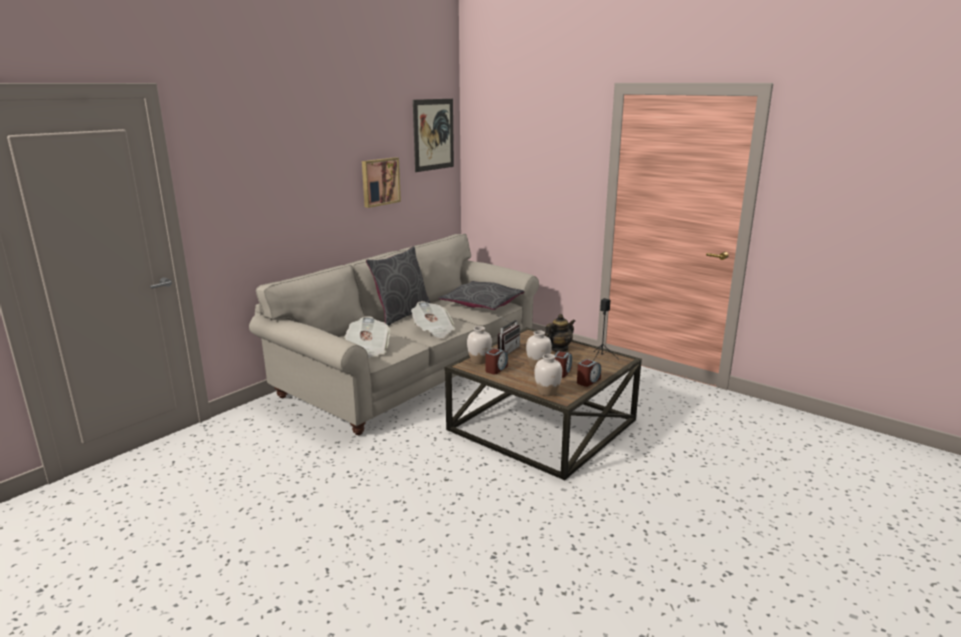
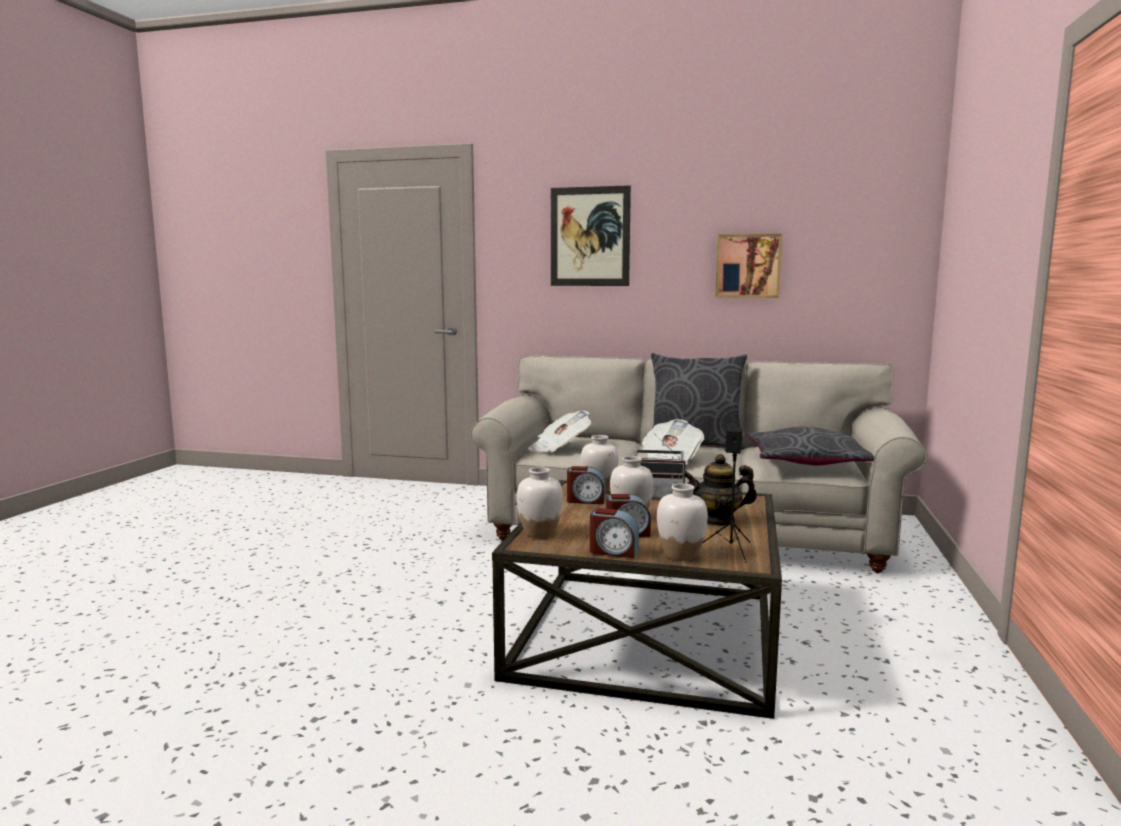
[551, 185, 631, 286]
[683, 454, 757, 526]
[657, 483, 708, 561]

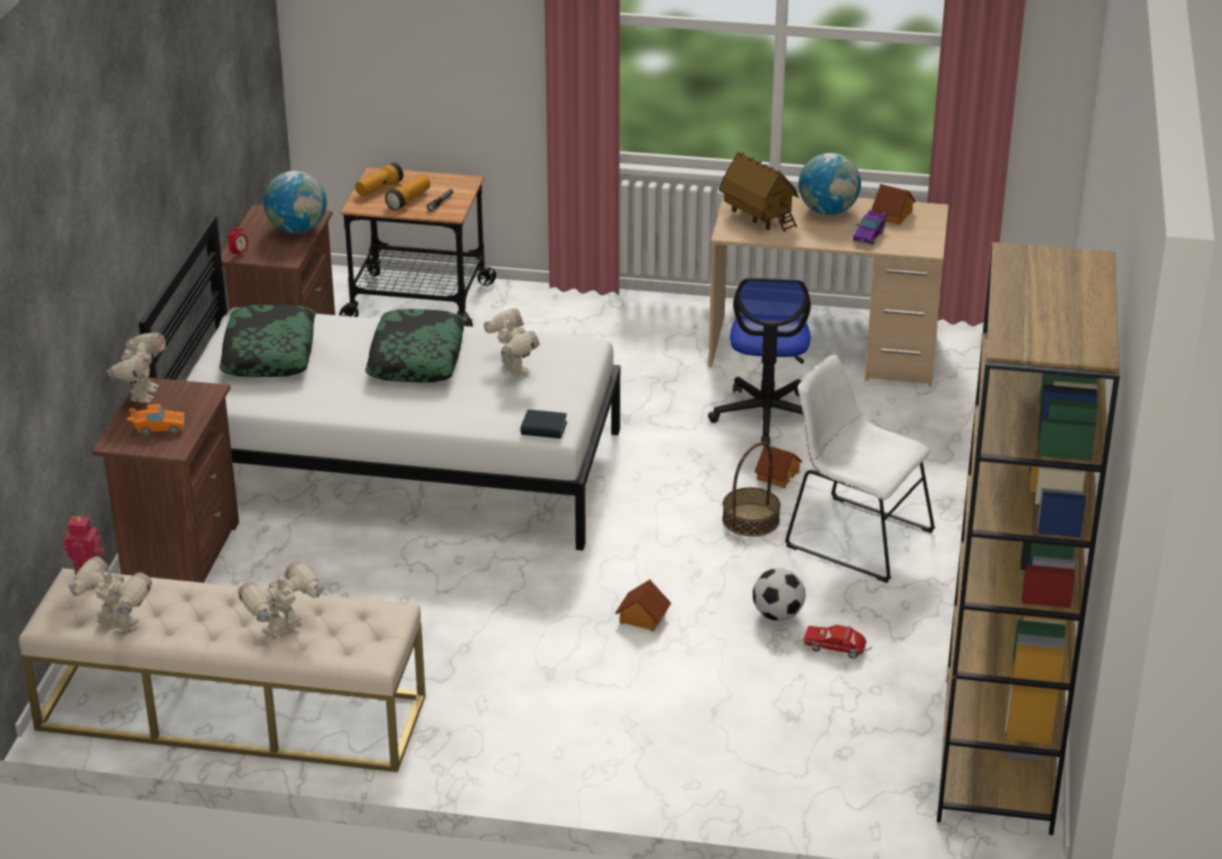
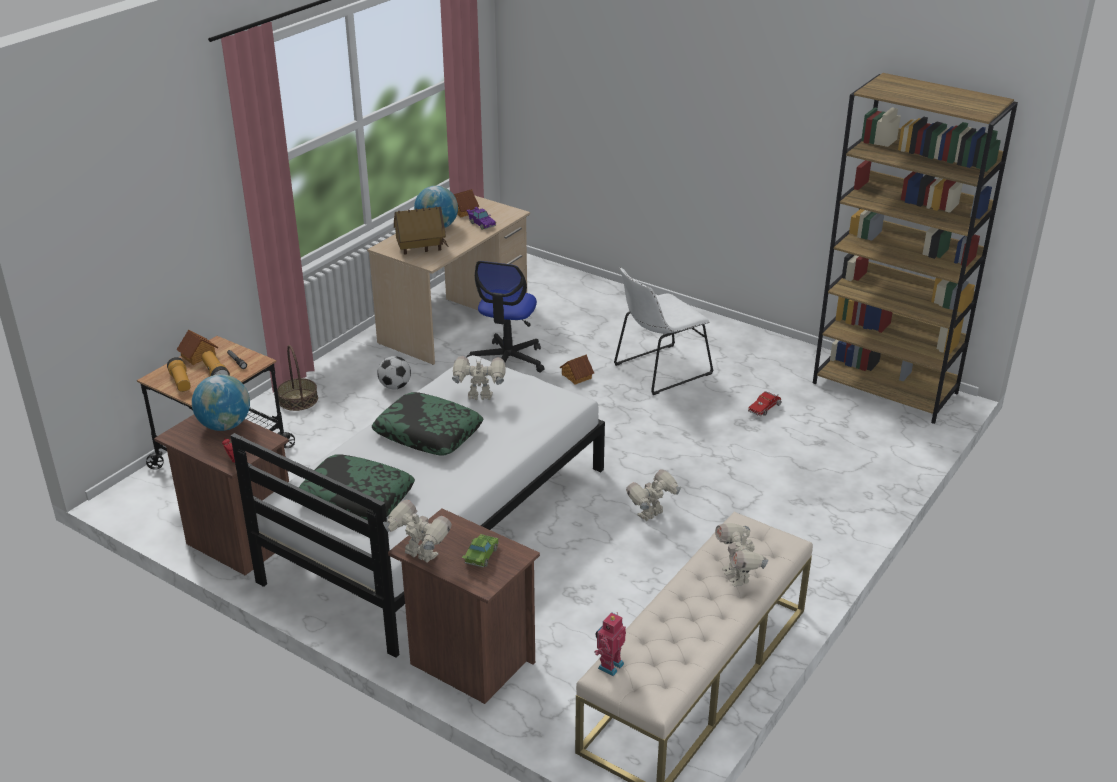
[466, 261, 545, 373]
[462, 534, 499, 568]
[521, 410, 567, 439] (first image)
[277, 345, 318, 411]
[626, 469, 681, 521]
[377, 356, 411, 389]
[176, 330, 218, 365]

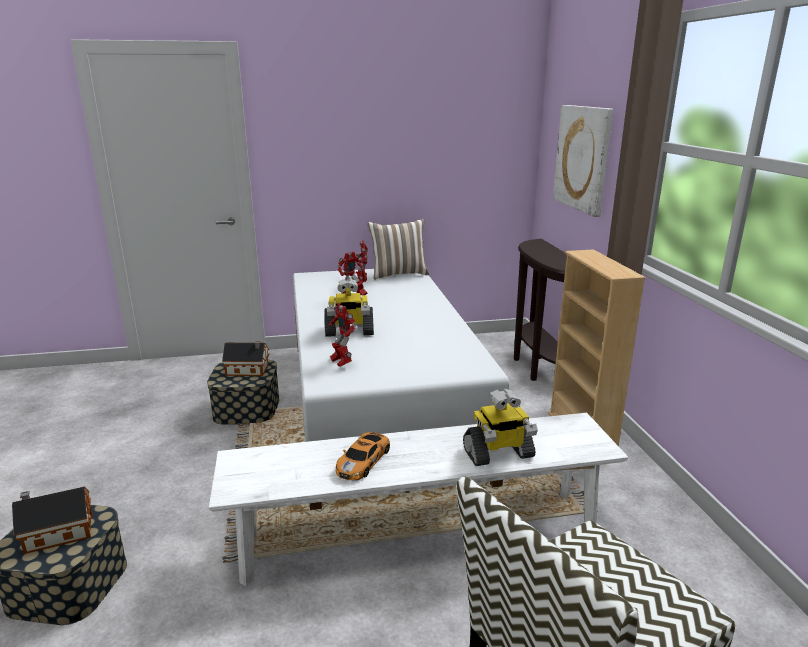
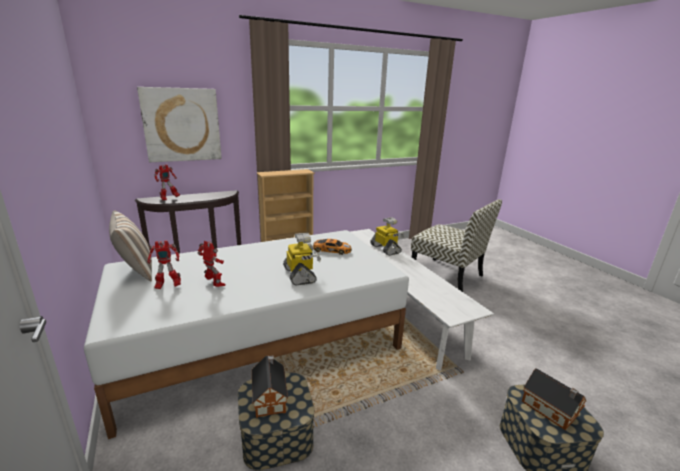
[154, 165, 180, 200]
[313, 239, 352, 255]

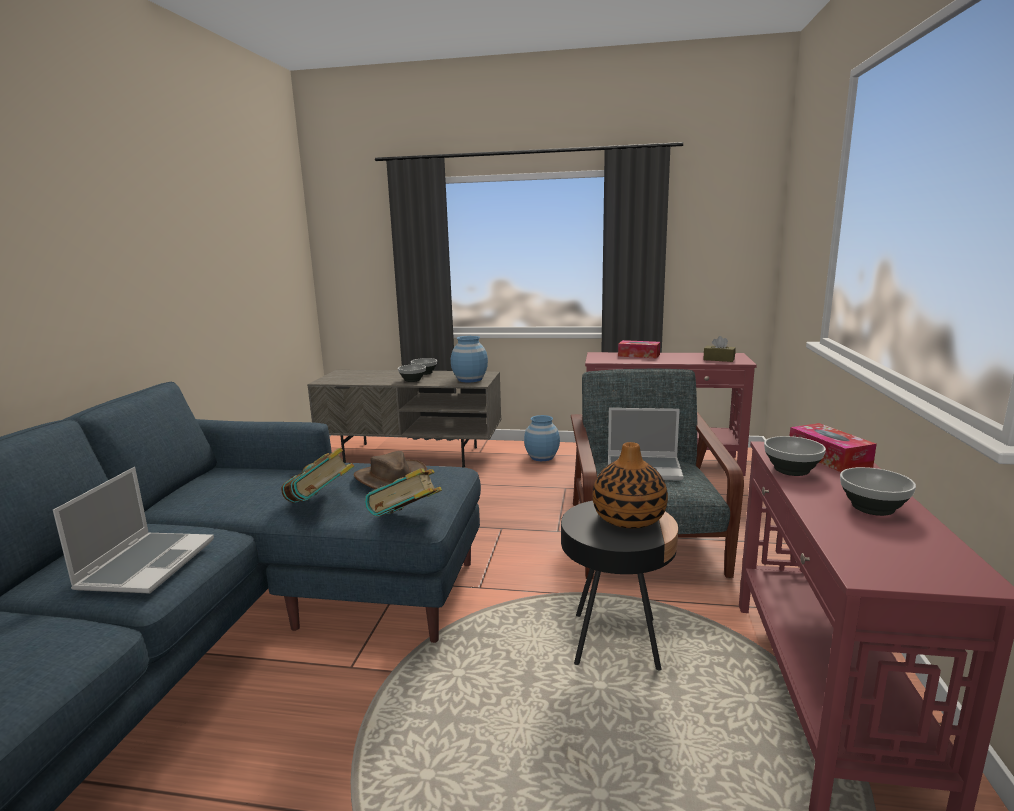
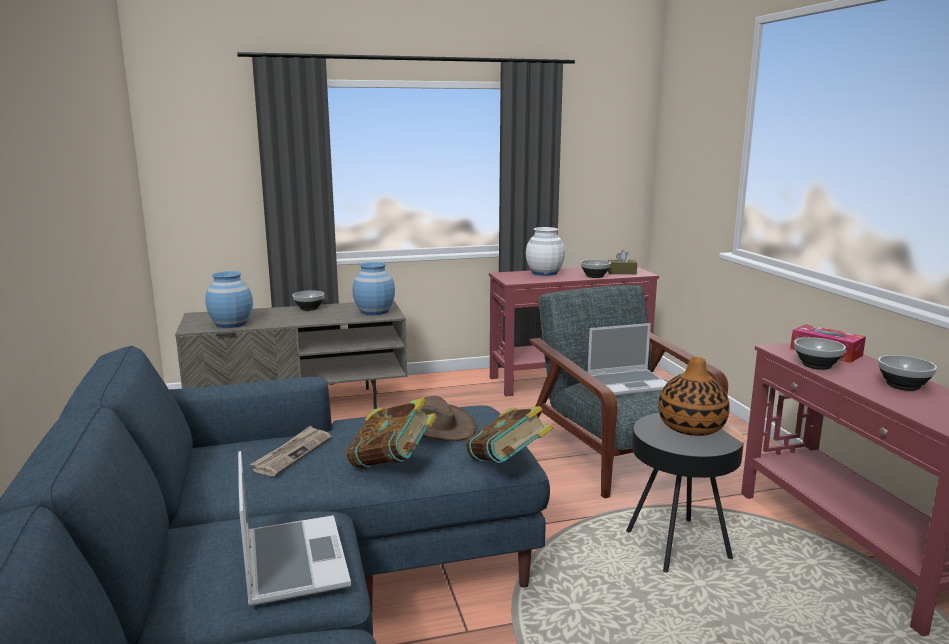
[526, 227, 565, 276]
[581, 260, 611, 278]
[205, 271, 253, 328]
[250, 426, 331, 477]

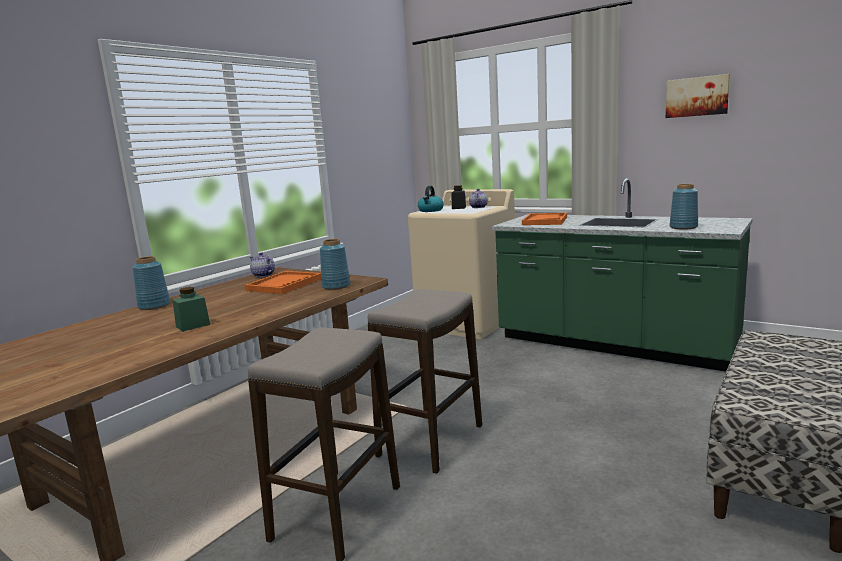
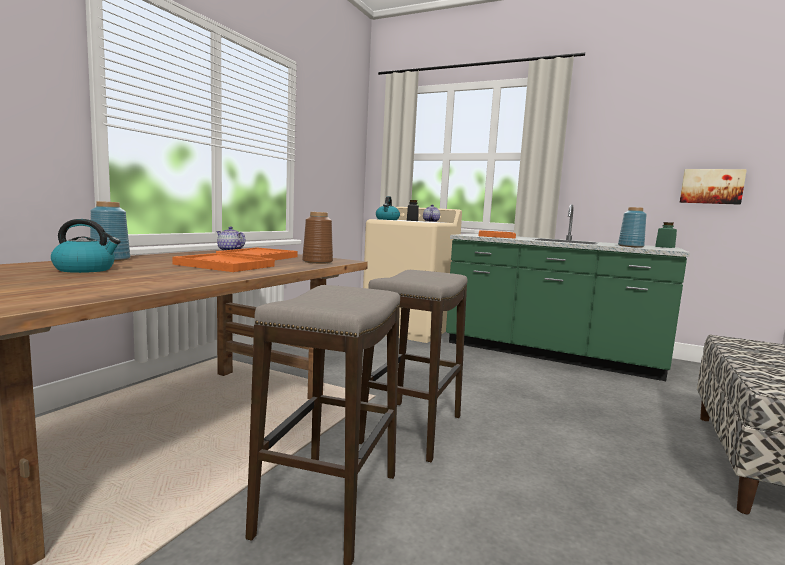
[680, 169, 747, 205]
[302, 212, 333, 264]
[655, 222, 677, 248]
[51, 219, 121, 273]
[172, 253, 275, 272]

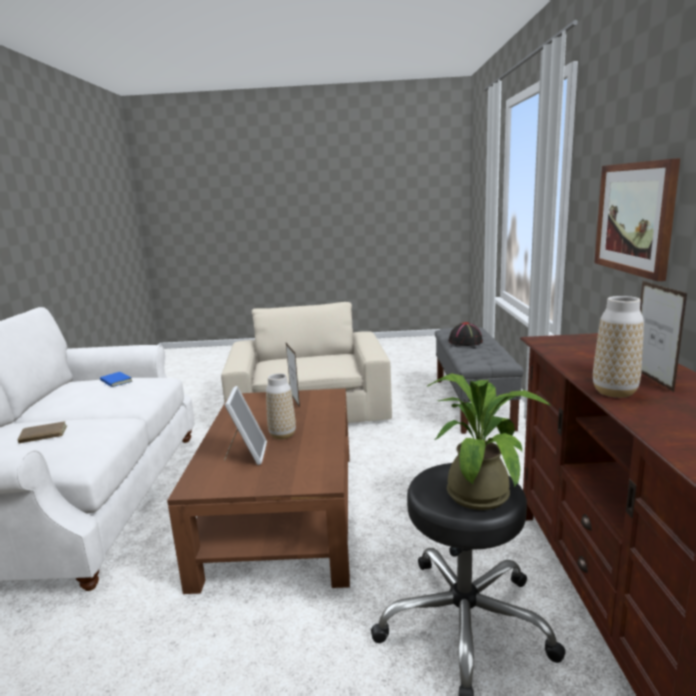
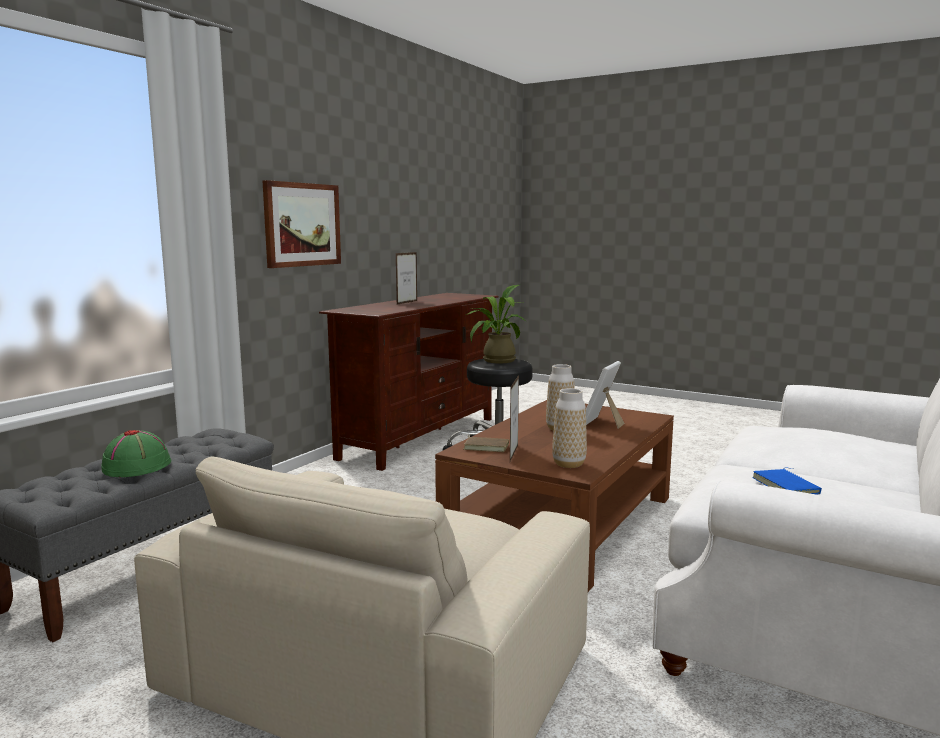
[552, 388, 587, 468]
[101, 430, 171, 477]
[464, 435, 509, 452]

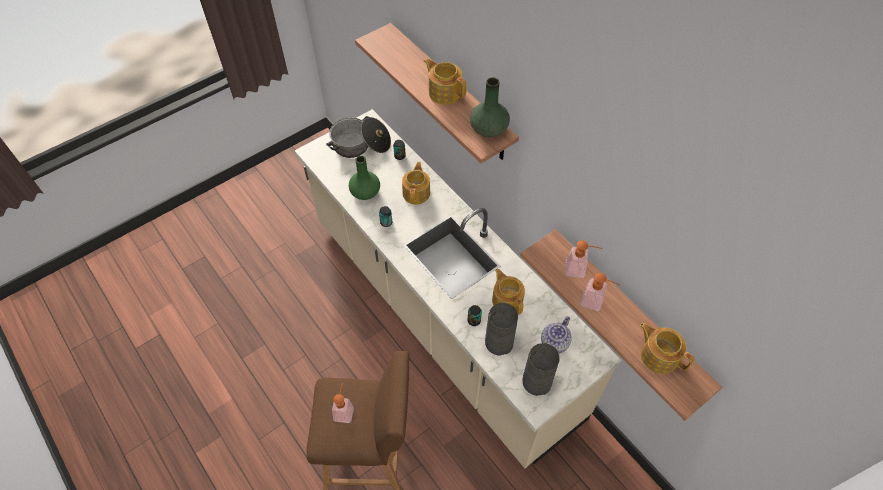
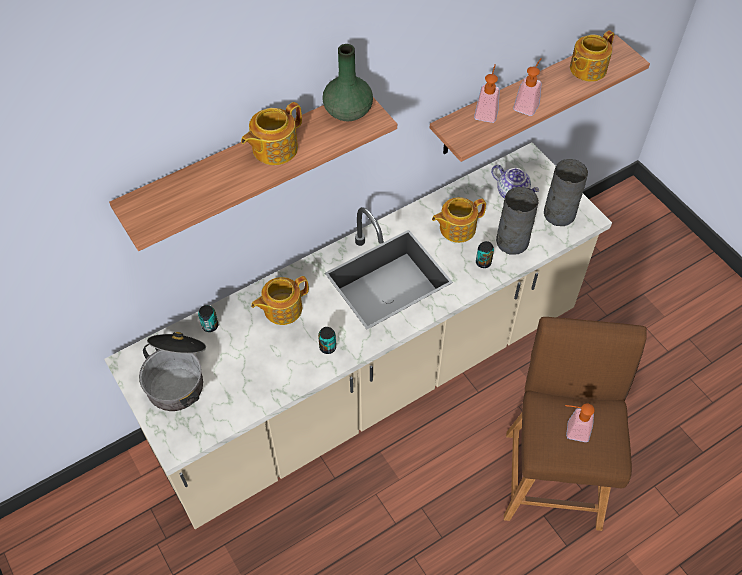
[349, 156, 380, 200] (first image)
[251, 276, 309, 325]

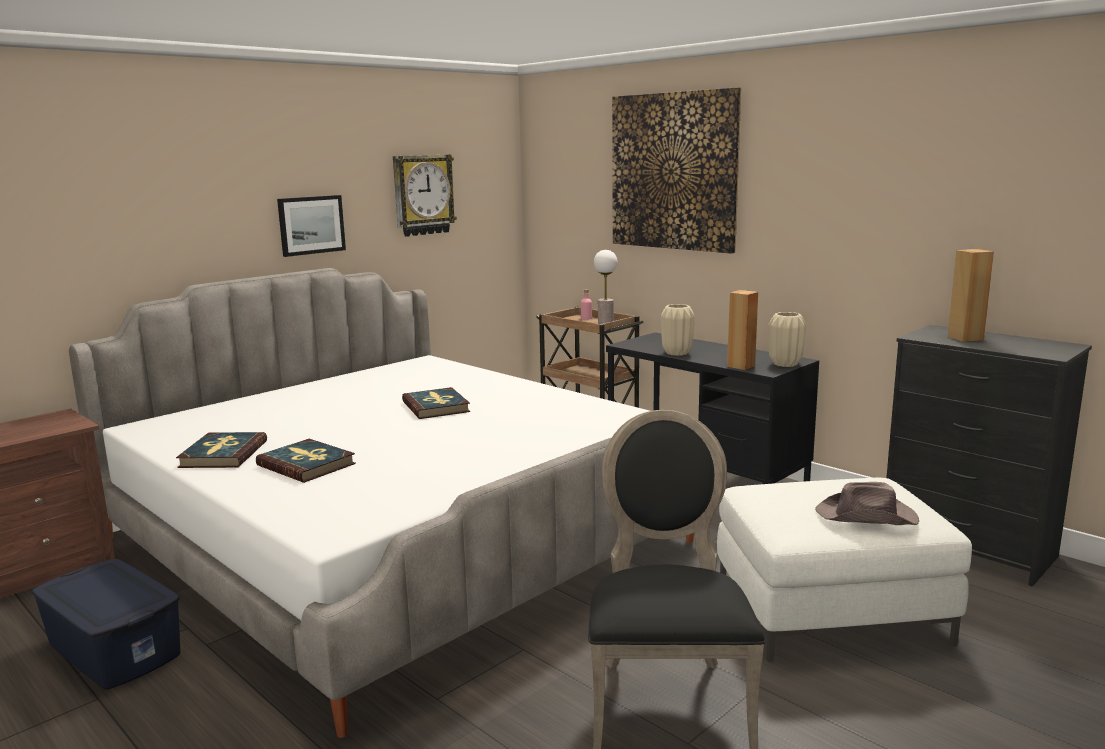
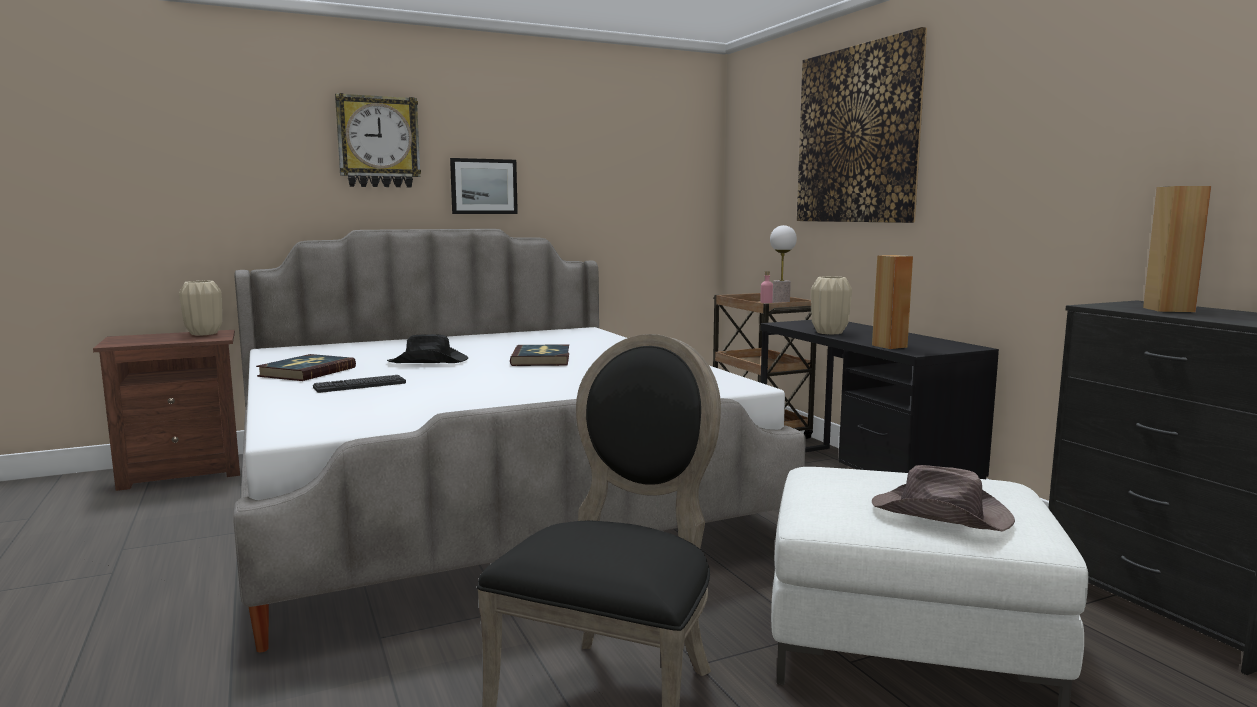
[335, 93, 421, 188]
[179, 281, 222, 336]
[313, 375, 406, 393]
[32, 559, 180, 690] (first image)
[387, 334, 468, 363]

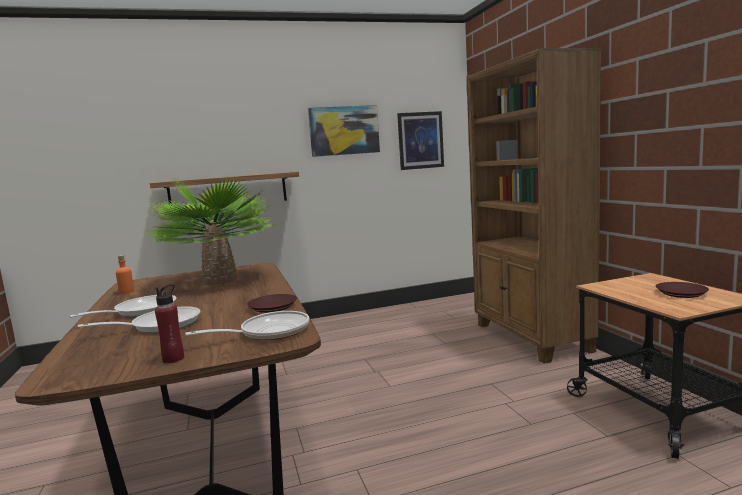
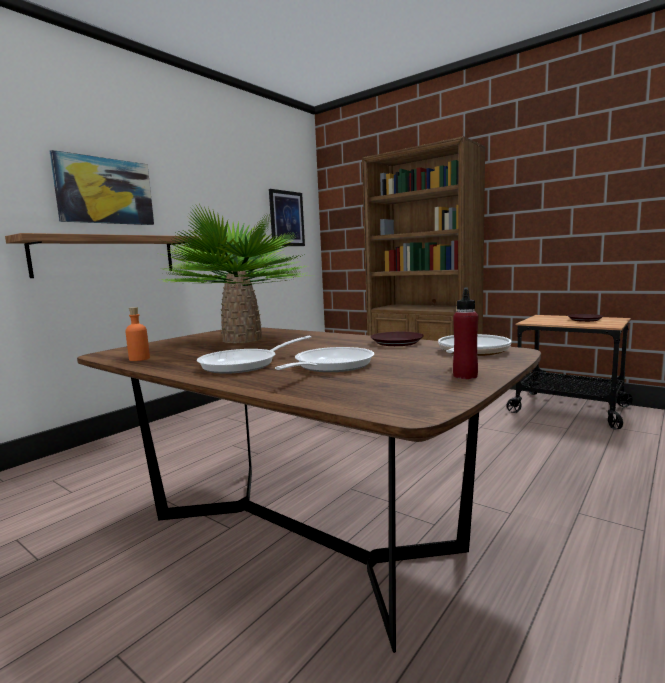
[49, 150, 154, 225]
[197, 336, 311, 374]

